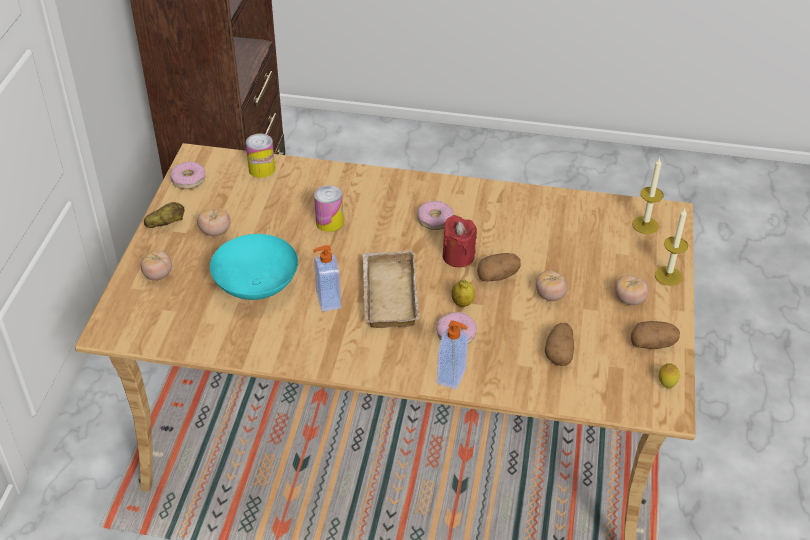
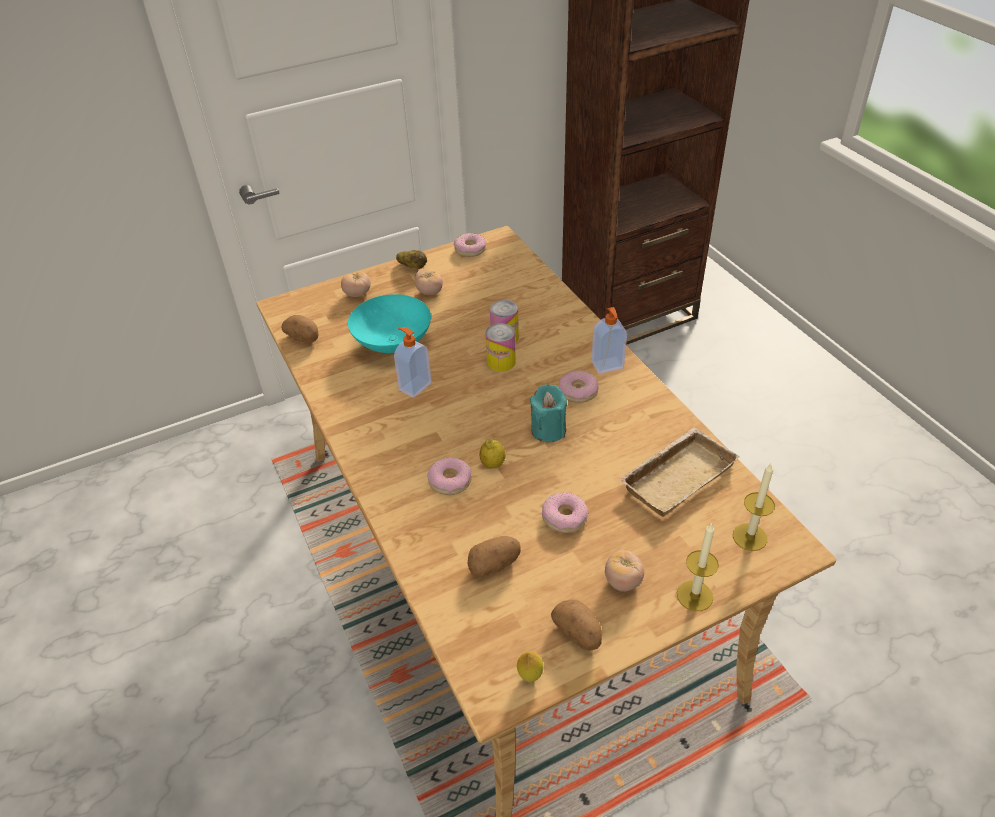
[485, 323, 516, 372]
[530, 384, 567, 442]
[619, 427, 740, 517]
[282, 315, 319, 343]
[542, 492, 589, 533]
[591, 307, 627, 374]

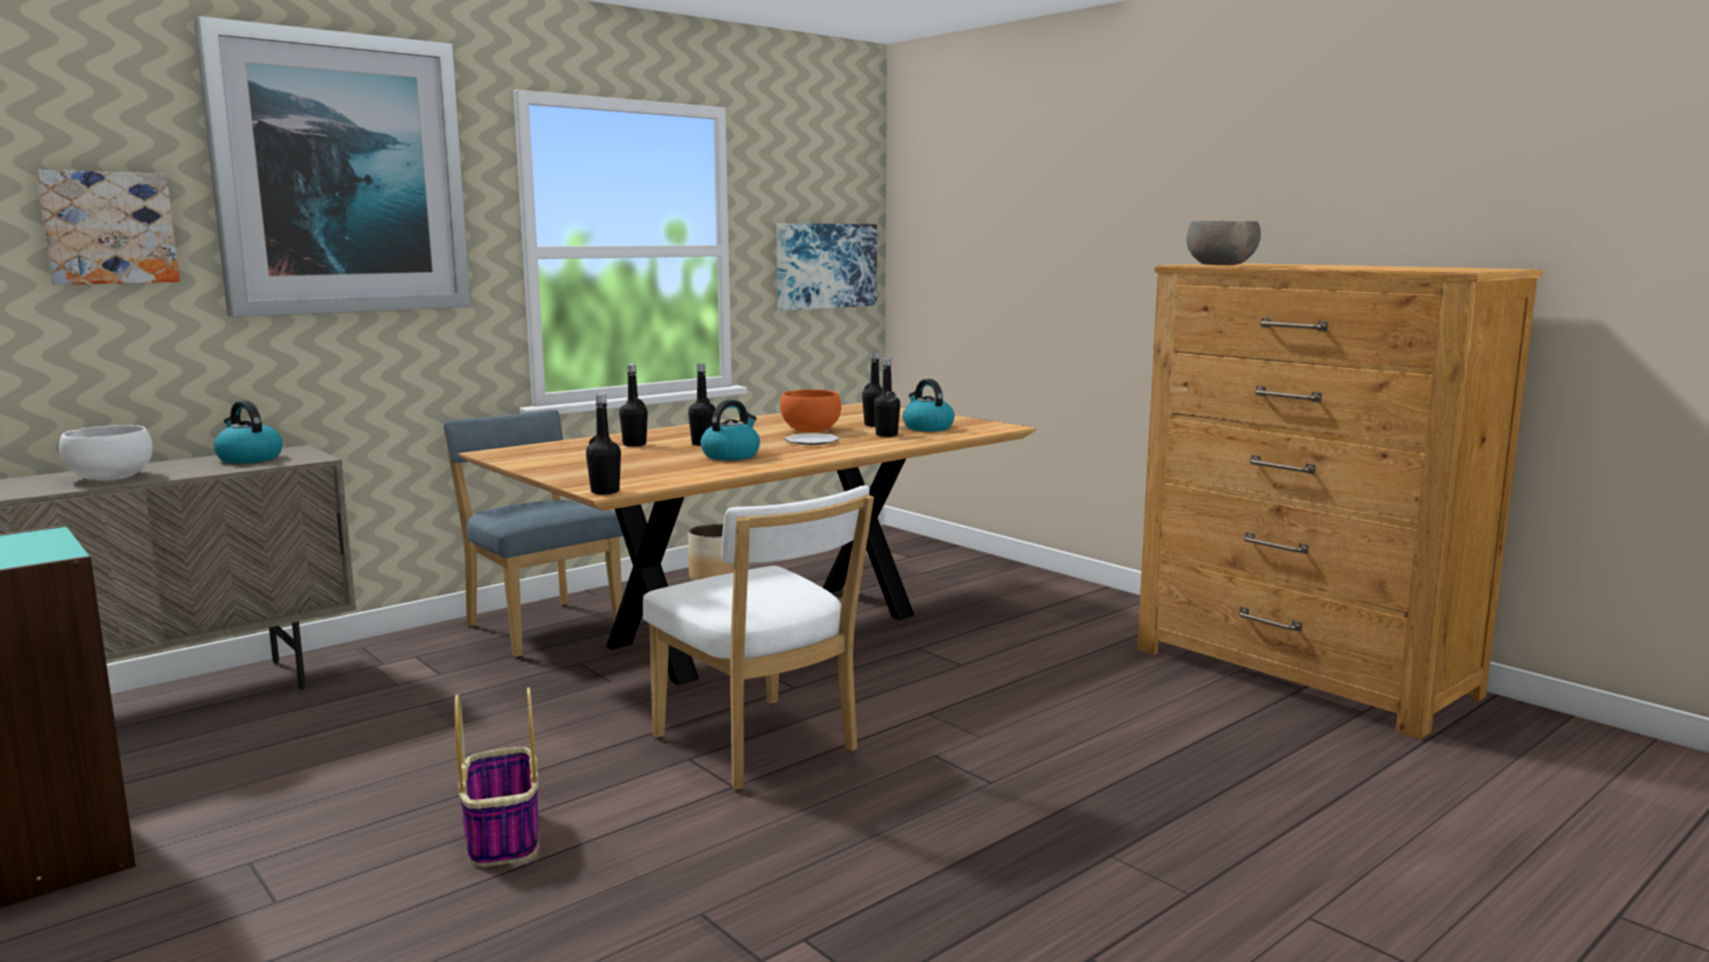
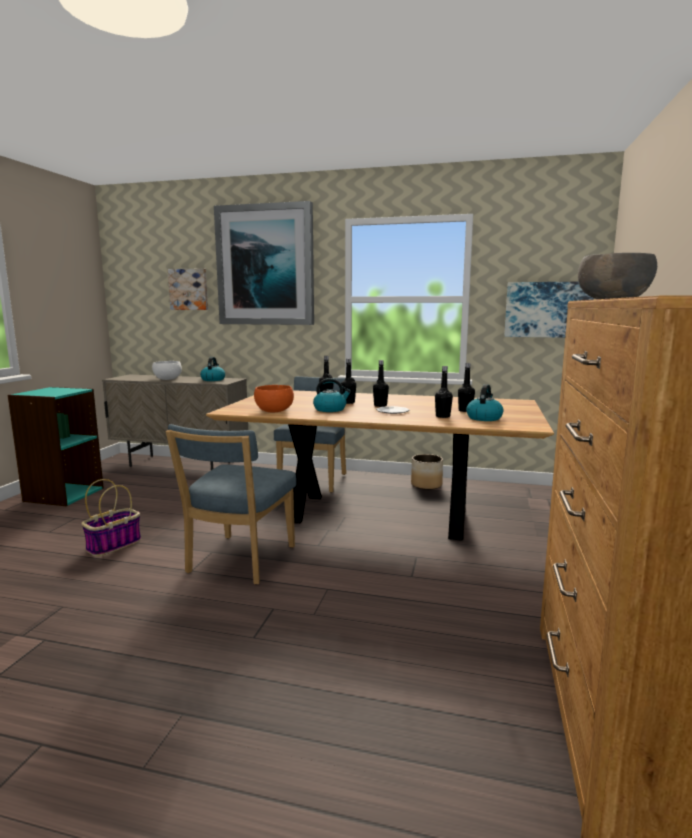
[254, 385, 294, 412]
[373, 360, 389, 407]
[166, 424, 296, 585]

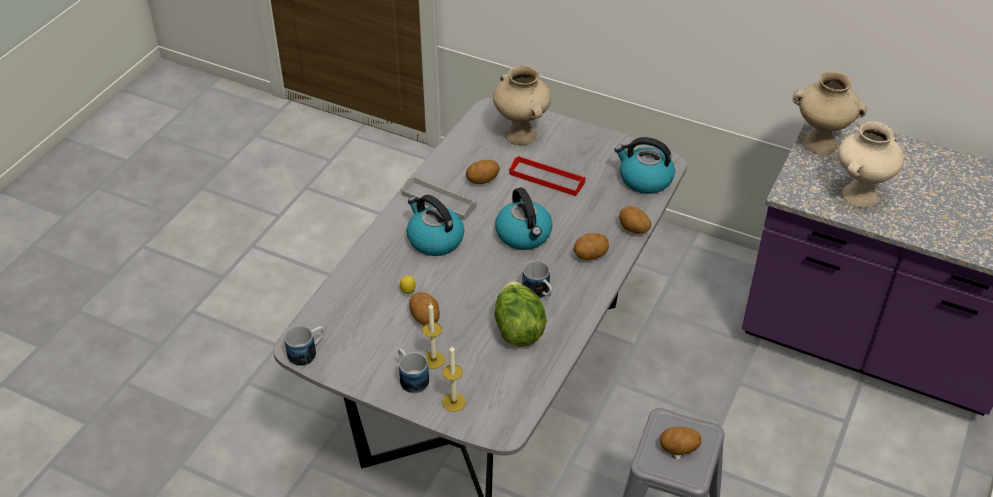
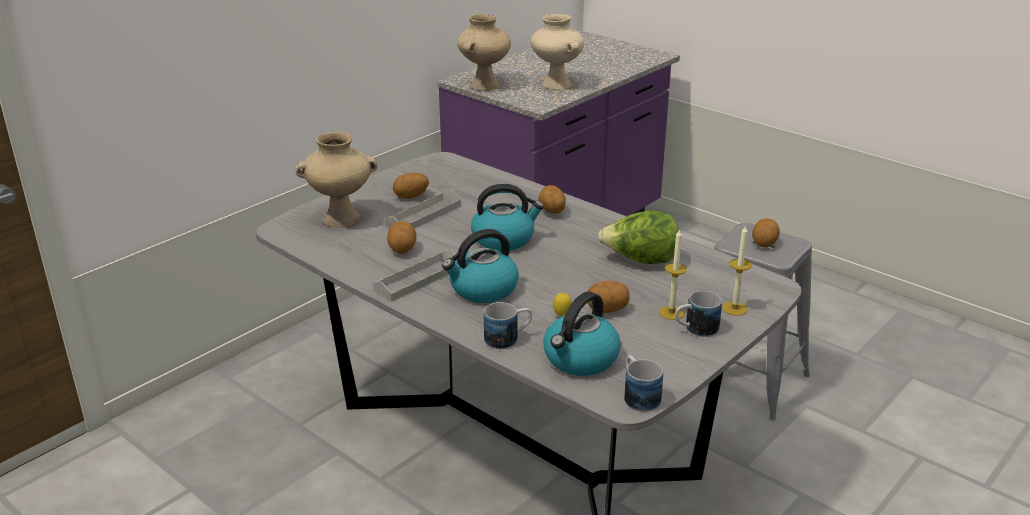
[543, 292, 621, 376]
[385, 190, 461, 228]
[393, 173, 429, 199]
[484, 302, 532, 349]

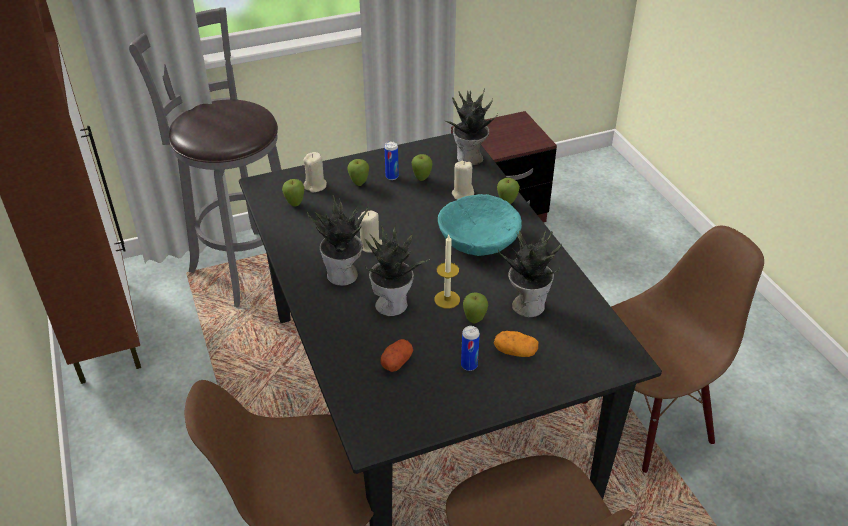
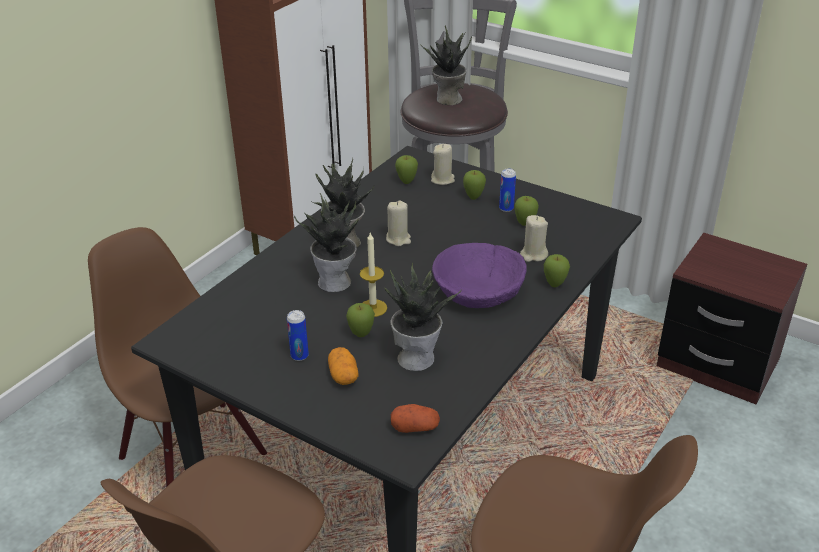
[420, 26, 472, 105]
[432, 243, 527, 308]
[391, 404, 440, 433]

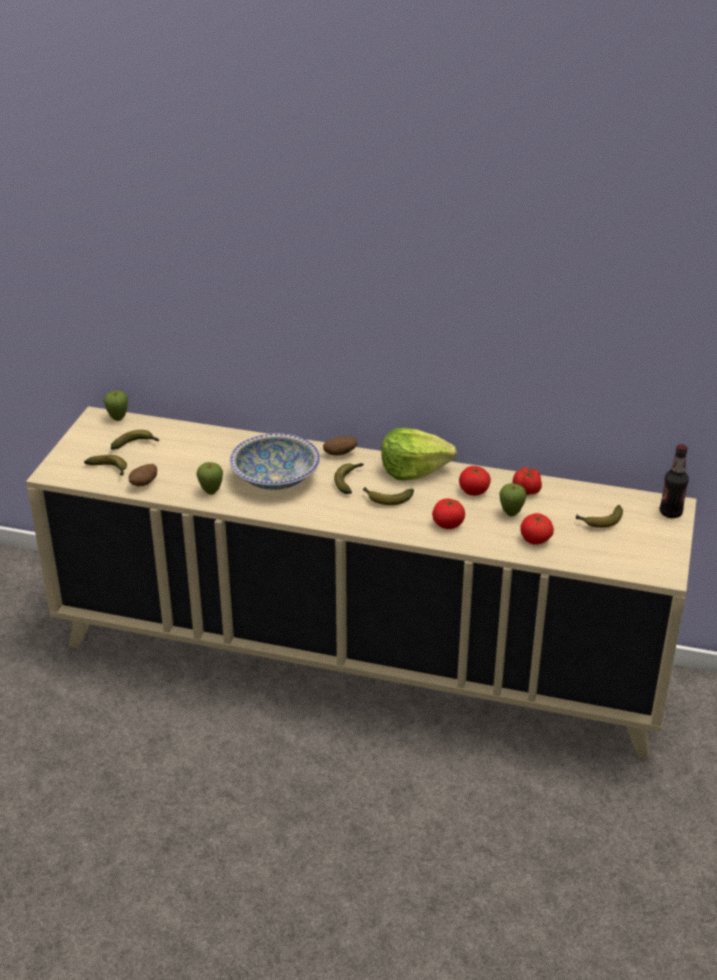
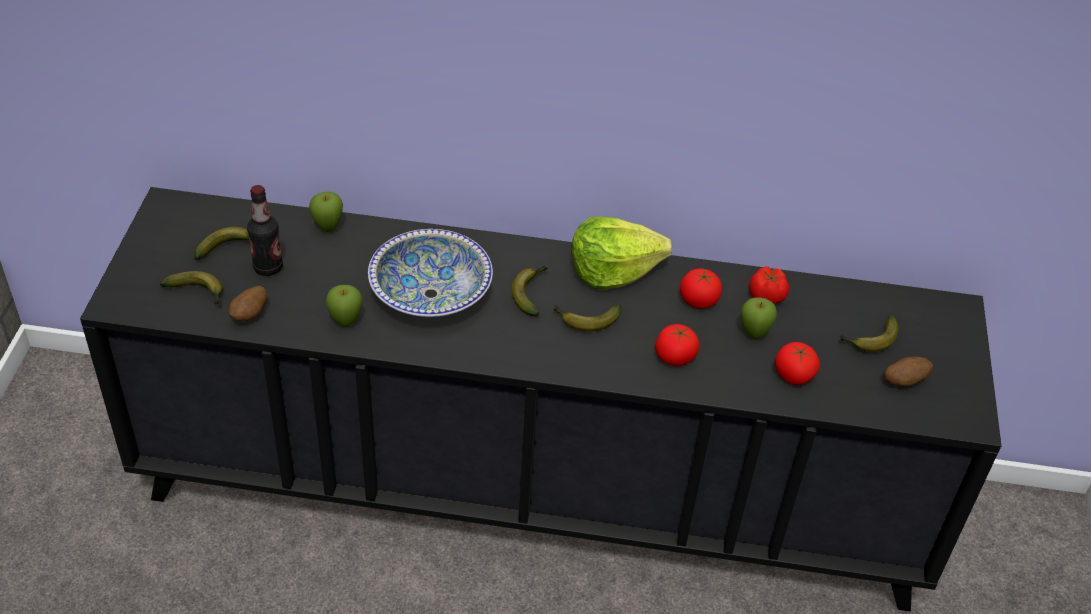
[309, 192, 343, 232]
[80, 187, 1001, 611]
[884, 357, 933, 386]
[247, 185, 283, 276]

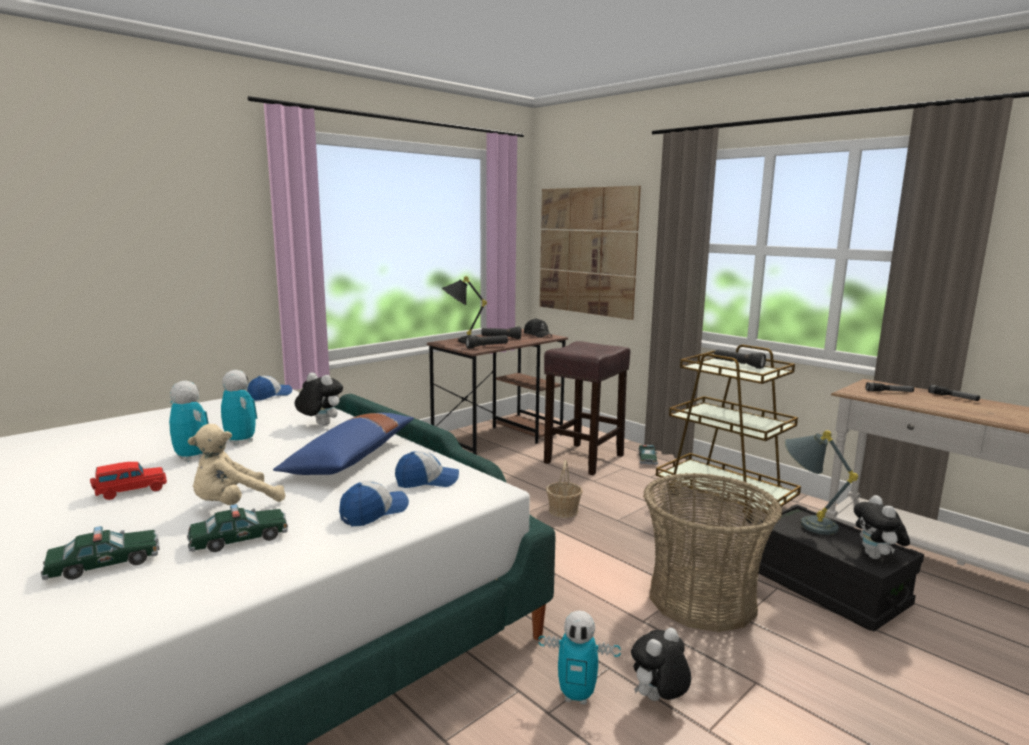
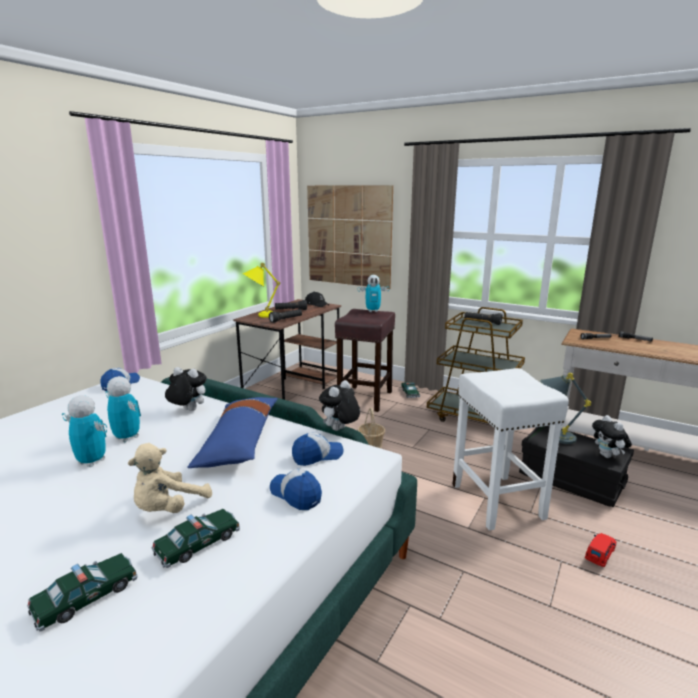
[243, 263, 280, 318]
[585, 533, 616, 567]
[453, 368, 569, 531]
[270, 469, 322, 510]
[358, 275, 389, 312]
[319, 380, 360, 431]

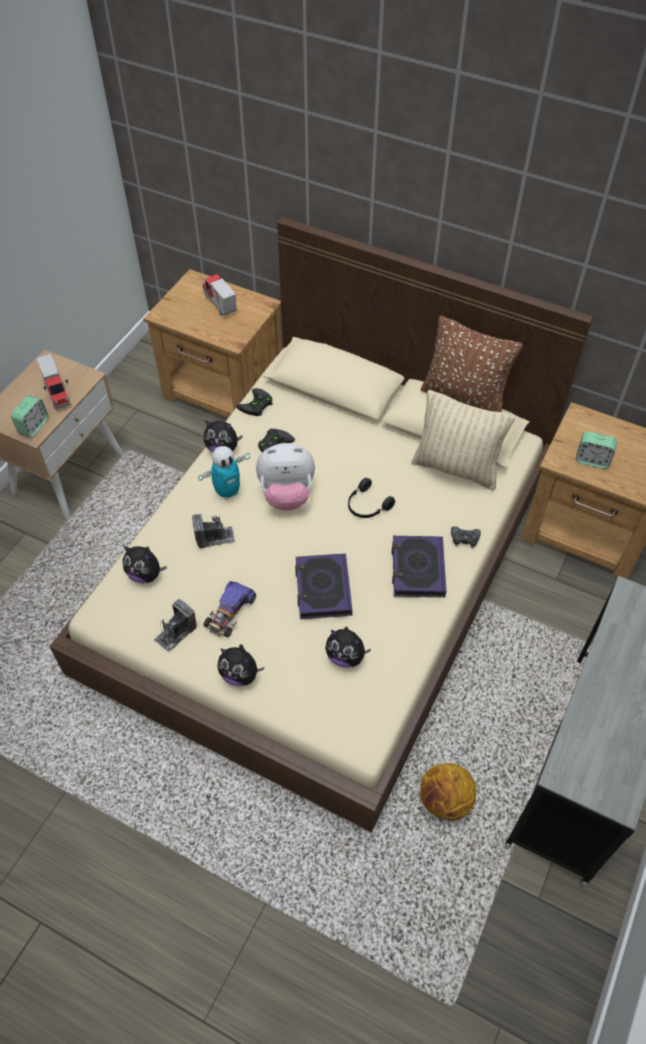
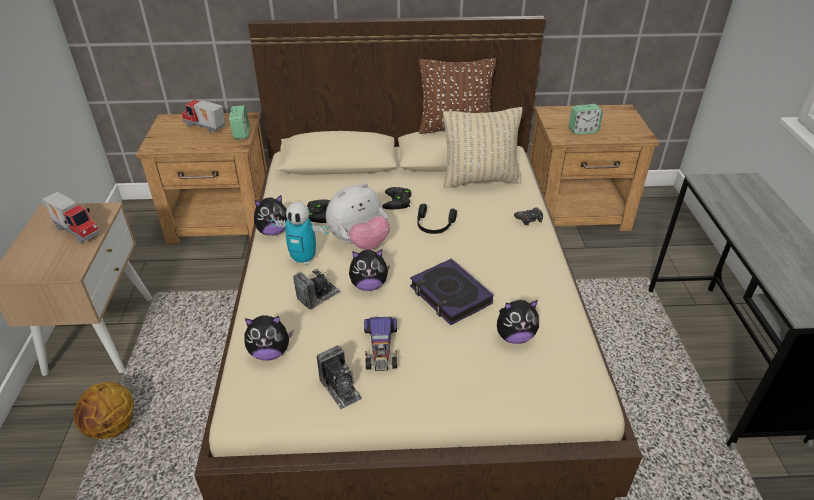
[382, 187, 411, 209]
[229, 105, 250, 140]
[271, 202, 328, 265]
[392, 536, 446, 597] (first image)
[317, 345, 362, 409]
[349, 249, 390, 291]
[73, 382, 134, 439]

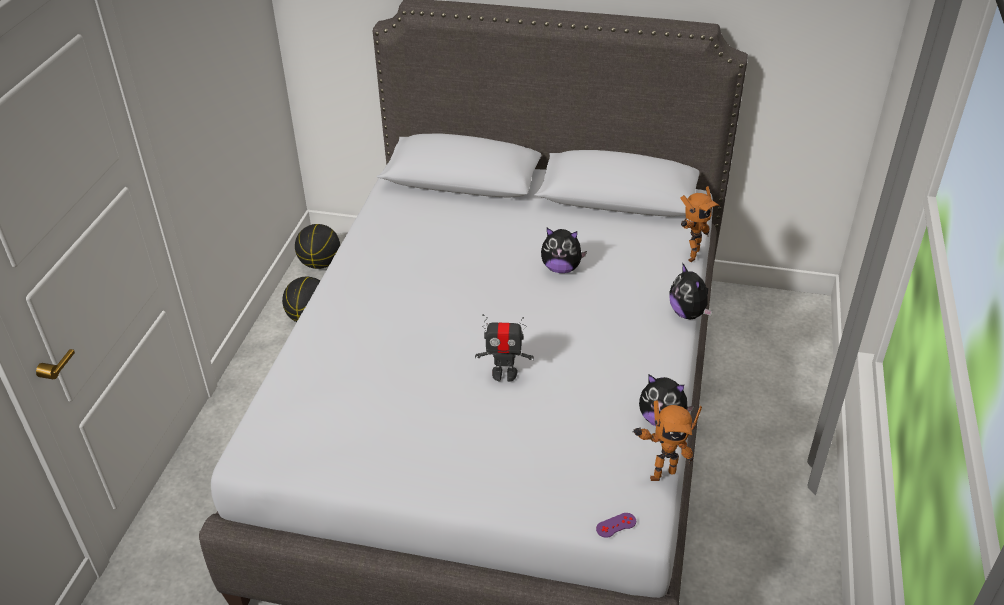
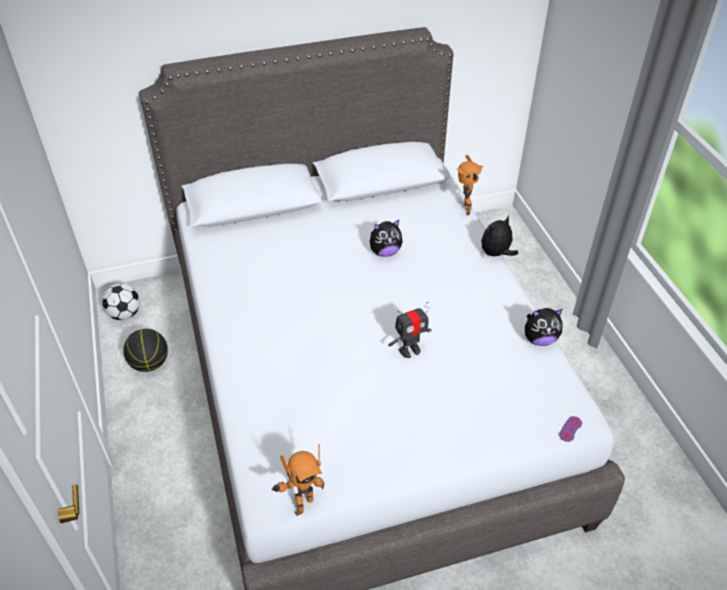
[102, 283, 140, 320]
[481, 215, 518, 258]
[272, 444, 324, 516]

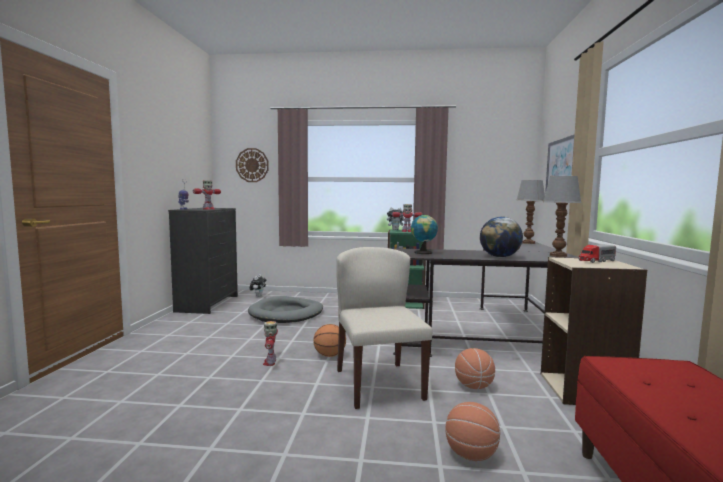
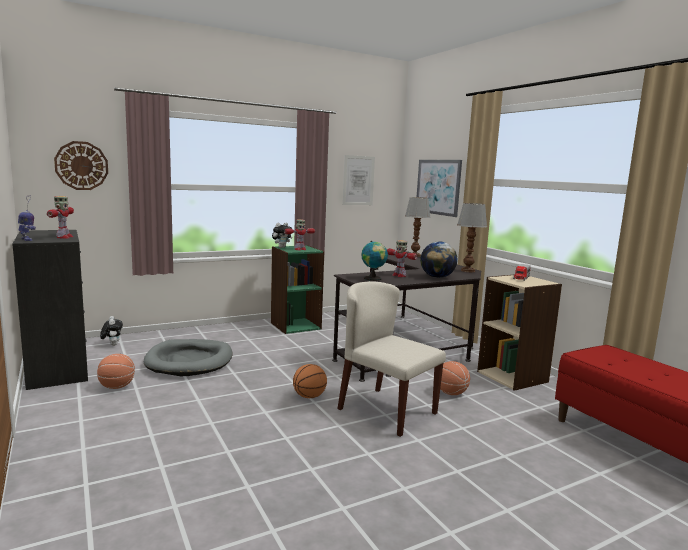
[387, 240, 417, 277]
[97, 354, 135, 389]
[342, 155, 375, 205]

